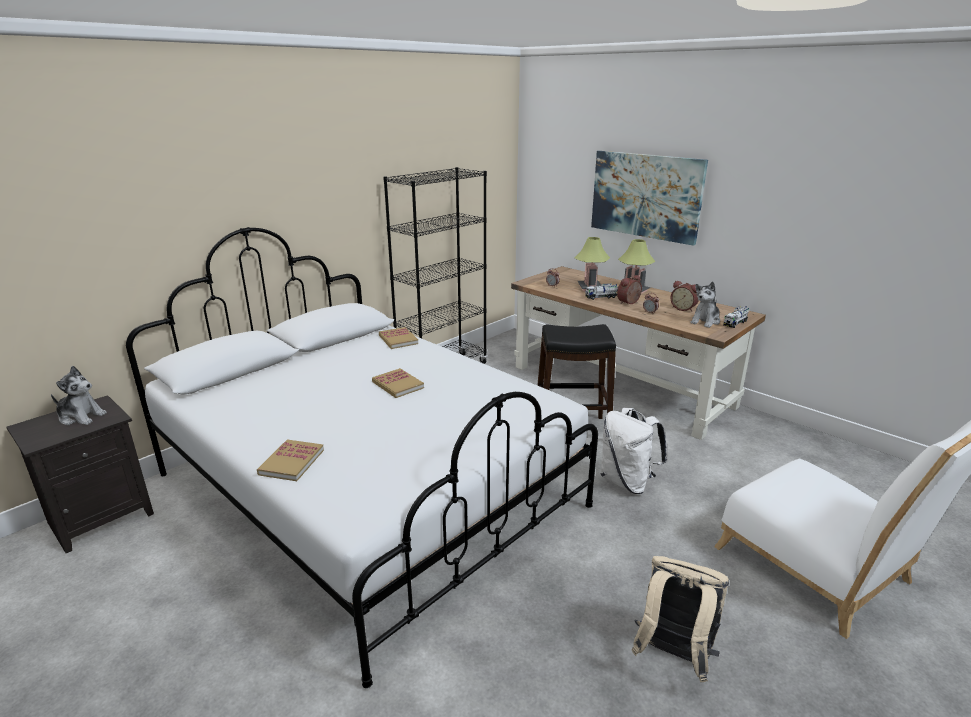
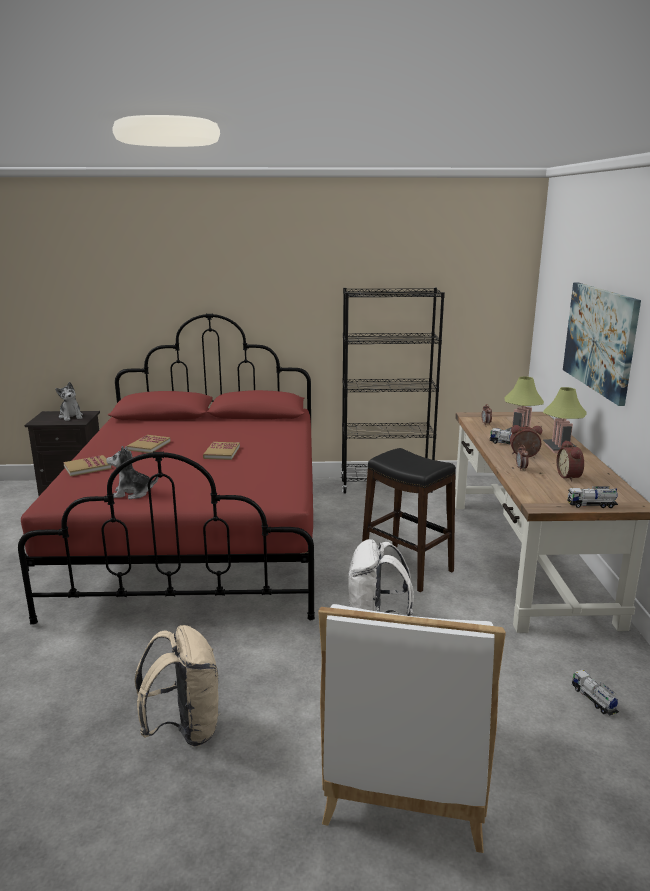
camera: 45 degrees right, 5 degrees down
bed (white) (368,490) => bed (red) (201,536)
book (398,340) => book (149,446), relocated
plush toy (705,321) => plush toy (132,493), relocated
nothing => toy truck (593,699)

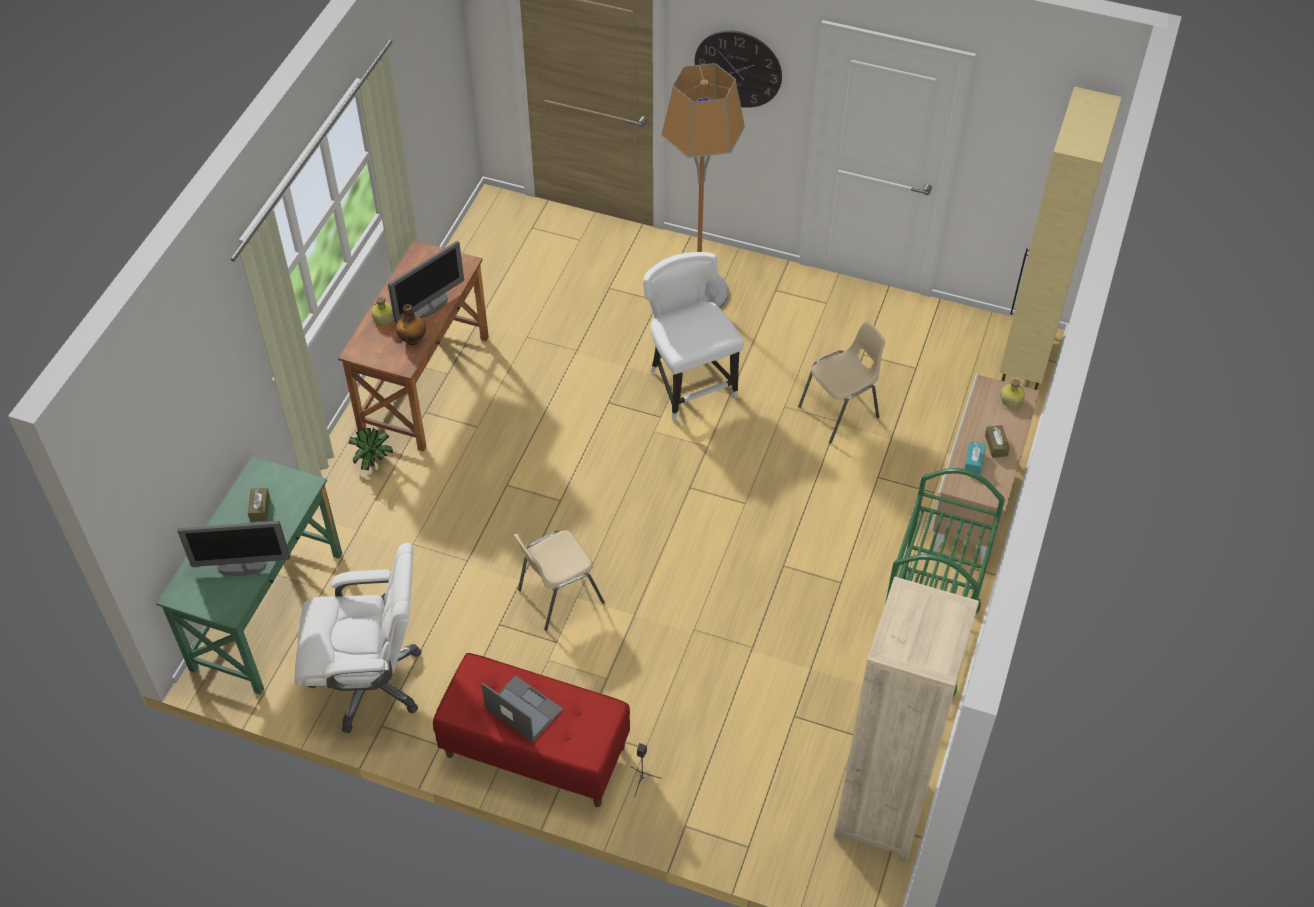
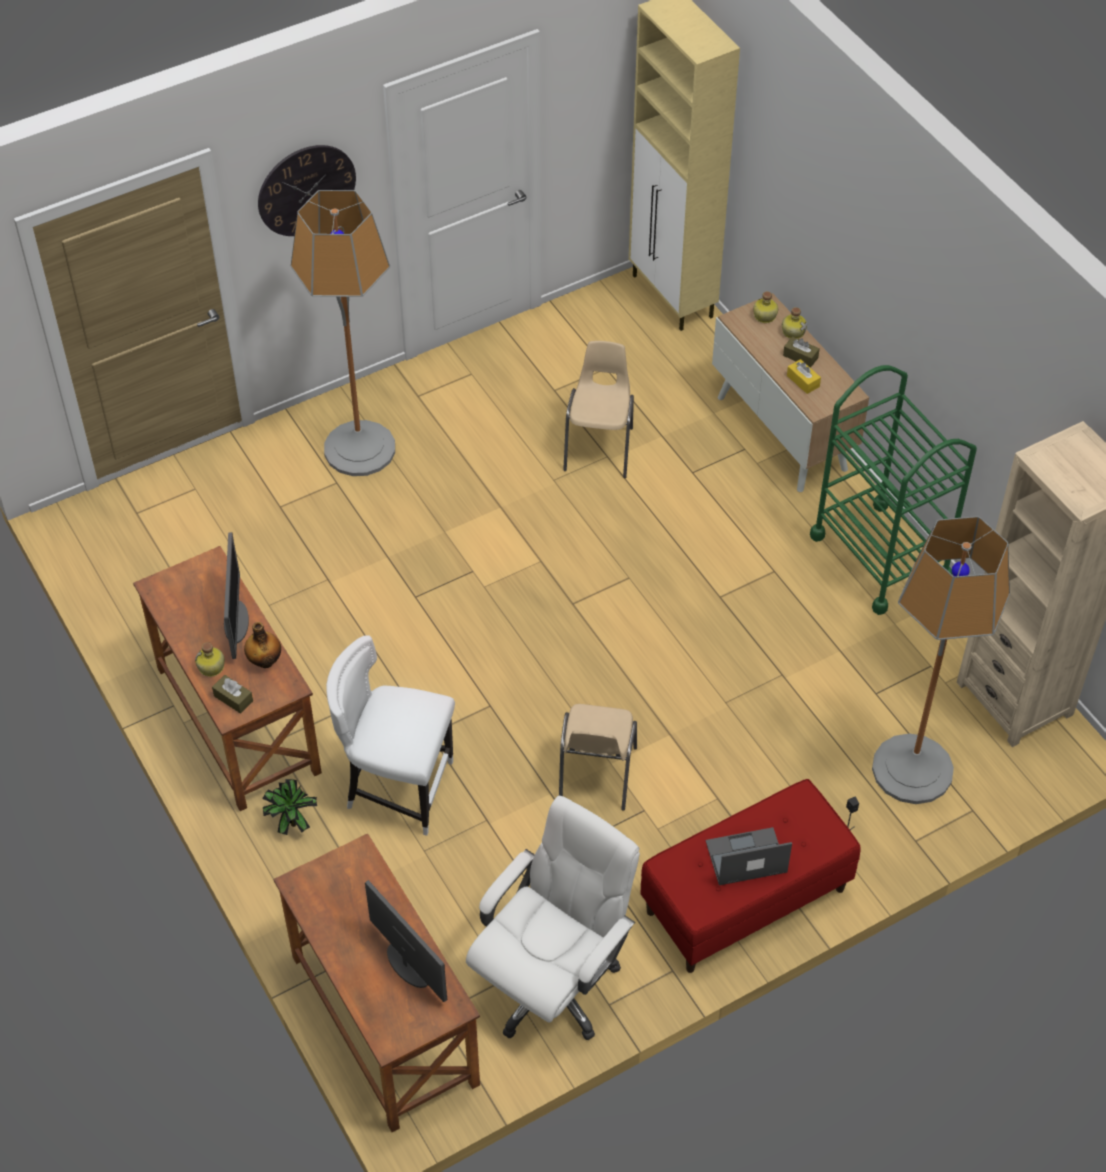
camera: 50 degrees left, 0 degrees up
desk (green) (267,610) => desk (brown) (383,1020)
monitor (242,566) => monitor (408,965), 75 degrees counterclockwise
tissue box (brown) (260,508) => tissue box (brown) (233,698), relocated
chair (white) (690,384) => chair (white) (397,787), relocated
tissue box (turquoise) (974,461) => tissue box (yellow) (803,381)
nothing => bottle (793,331)
nothing => floor lamp (912,770)

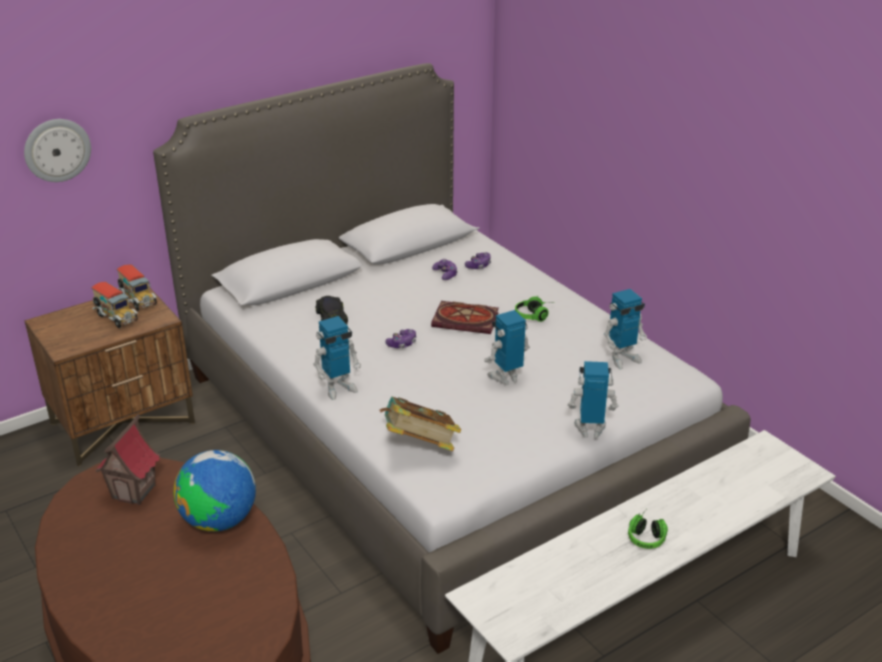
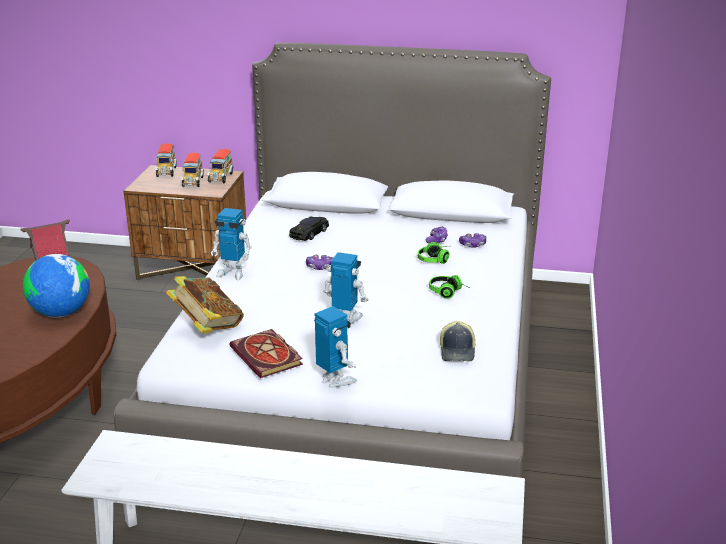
camera: 45 degrees right, 5 degrees down
wall clock (57,150) => nothing
book (467,320) => book (268,357), relocated
toy robot (622,358) => cap (458,351)
headphones (647,535) => headphones (436,259), relocated
nothing => toy truck (166,172)

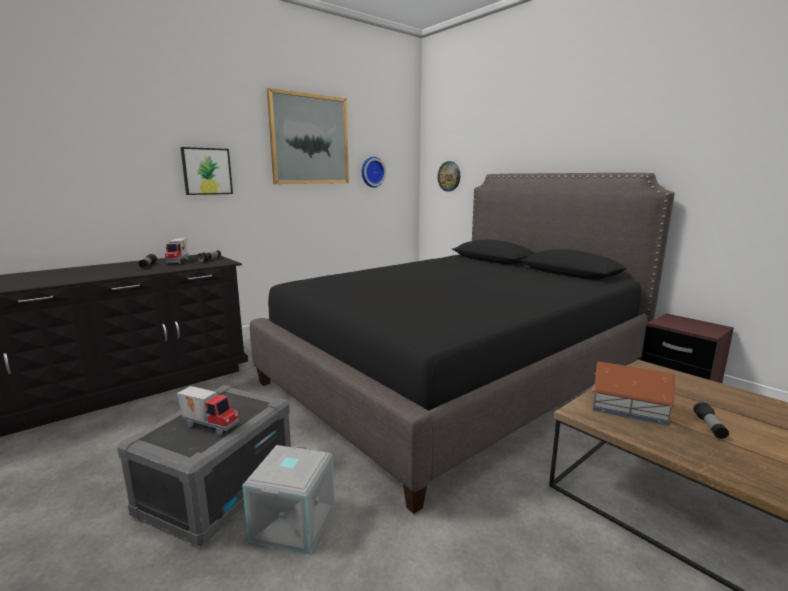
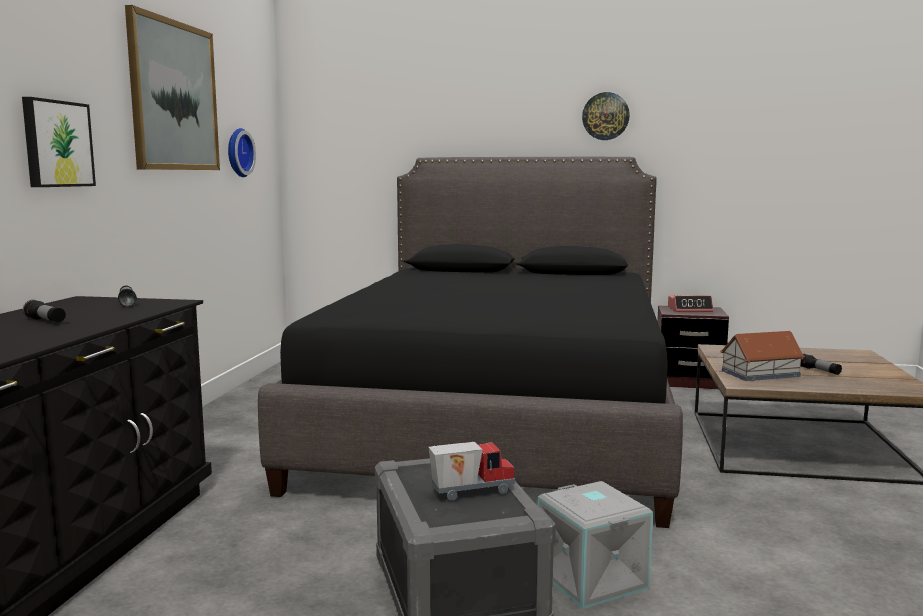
camera: 40 degrees left, 5 degrees down
toy truck (178,261) => nothing
wall clock (449,176) => wall clock (605,116), relocated
nothing => alarm clock (690,309)

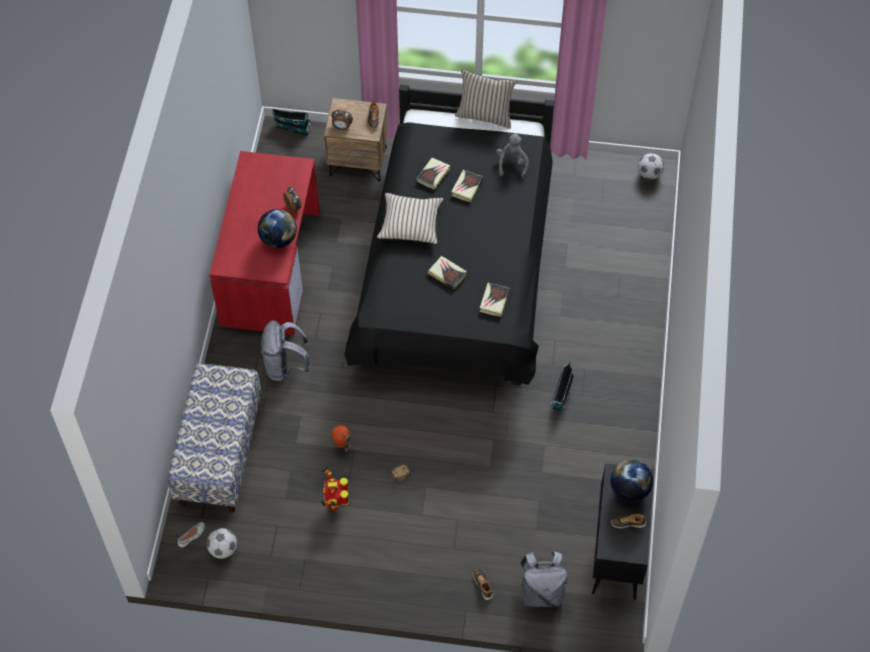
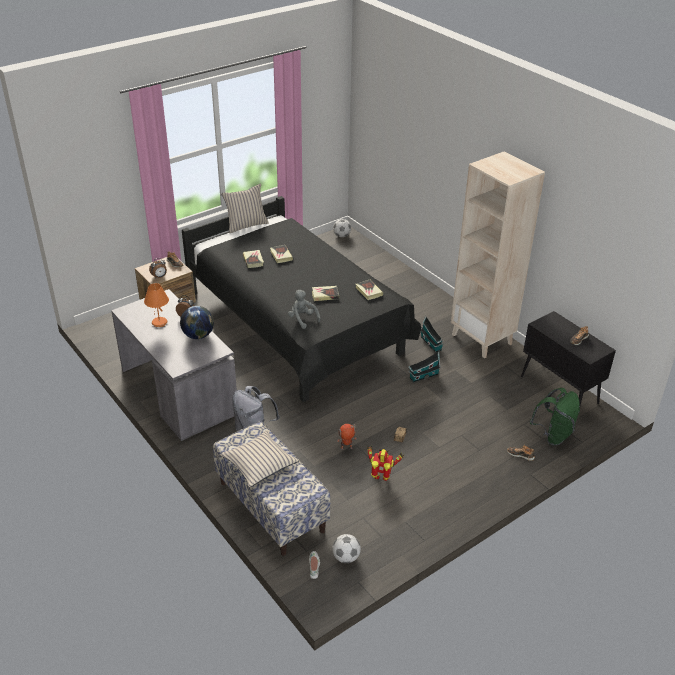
camera: 45 degrees left, 20 degrees down
desk (red) (270,267) => desk (grey) (177,391)
toy house (292,127) => toy house (423,376), relocated
toy robot (335,503) => toy robot (381,478), 150 degrees clockwise
pillow (beige) (410,223) => pillow (beige) (259,463), relocated
plush toy (grey) (512,164) => plush toy (grey) (302,319), relocated
backpack (grey) (541,592) => backpack (green) (553,435)
globe (629,490) => nothing
nothing => table lamp (orange) (159,323)
nothing => bookcase (beige) (482,339)

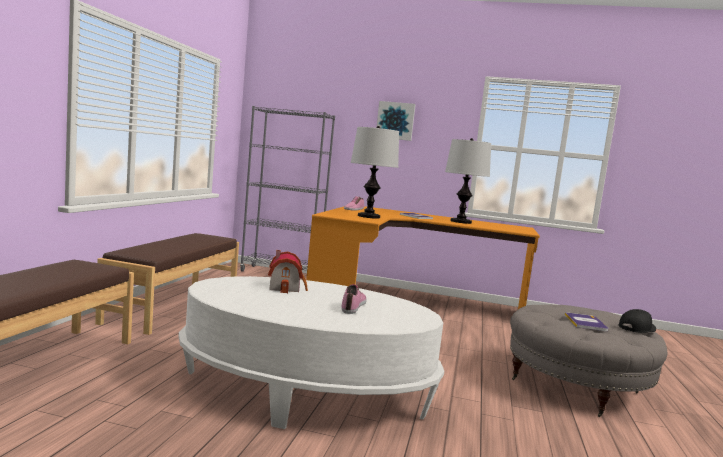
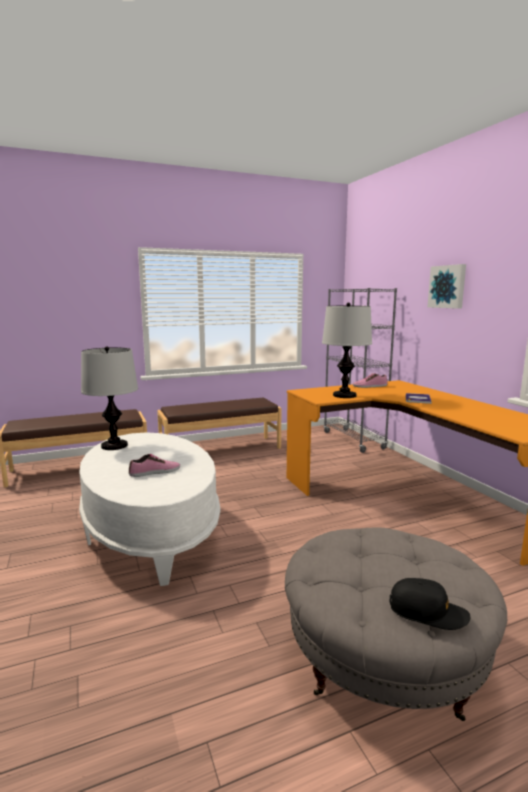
camera: 55 degrees right, 5 degrees up
toy house (287,287) => nothing
table lamp (461,221) => table lamp (115,446), relocated
book (585,322) => nothing

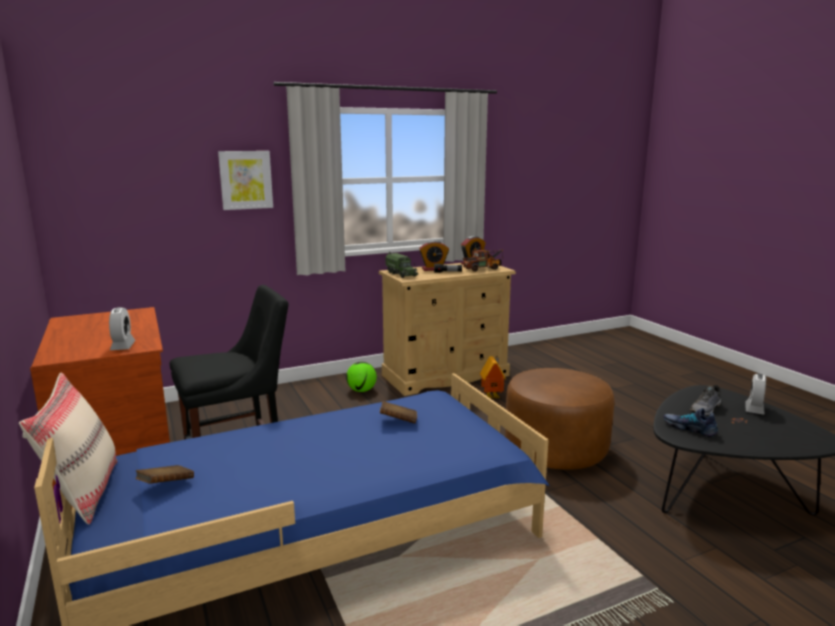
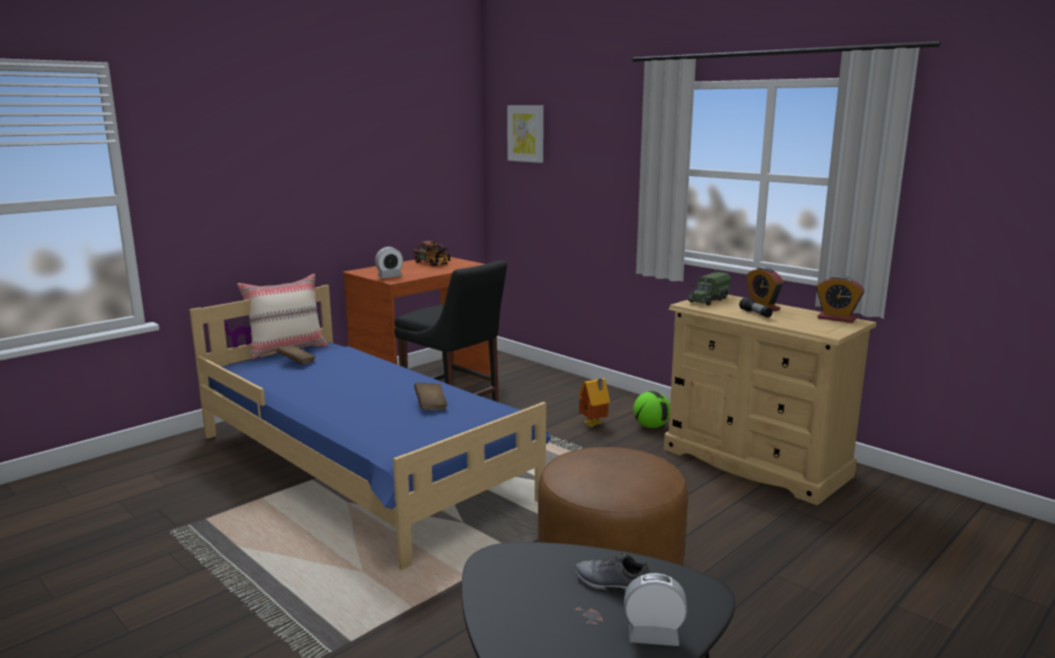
camera: 70 degrees right, 0 degrees up
picture (246,180) => picture (526,133), relocated
toy truck (484,269) => toy truck (433,263), relocated
toy house (493,397) => toy house (594,425), relocated
shoe (689,428) => nothing

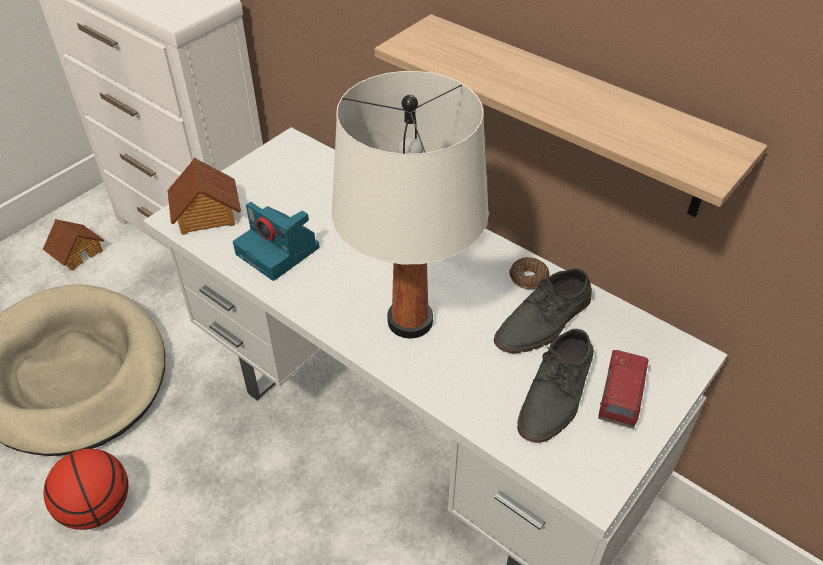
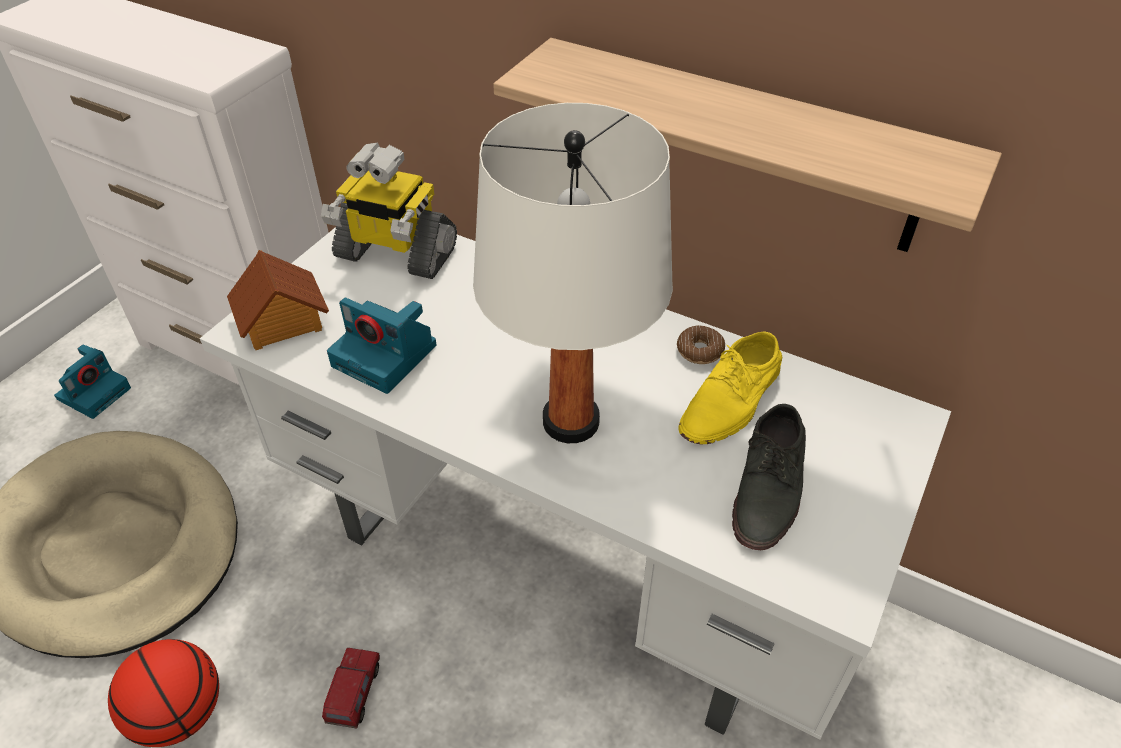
camera: 10 degrees left, 0 degrees up
toy house (77,253) => photo camera (95,392)
shoe (grey) (544,321) => shoe (yellow) (732,400)
toy truck (619,400) => toy truck (355,695), relocated
nothing => toy robot (394,254)

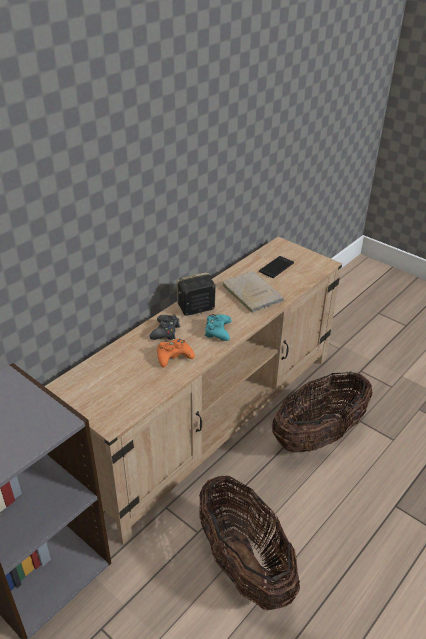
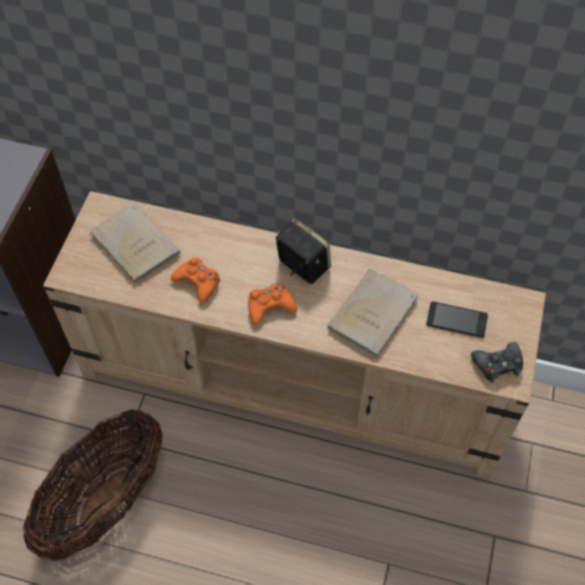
camera: 65 degrees right, 20 degrees up
game controller (black) (165,331) => game controller (black) (498,364), relocated
game controller (turquoise) (217,331) => game controller (orange) (270,307)
basket (318,436) => nothing
nothing => book (beige) (133,243)

